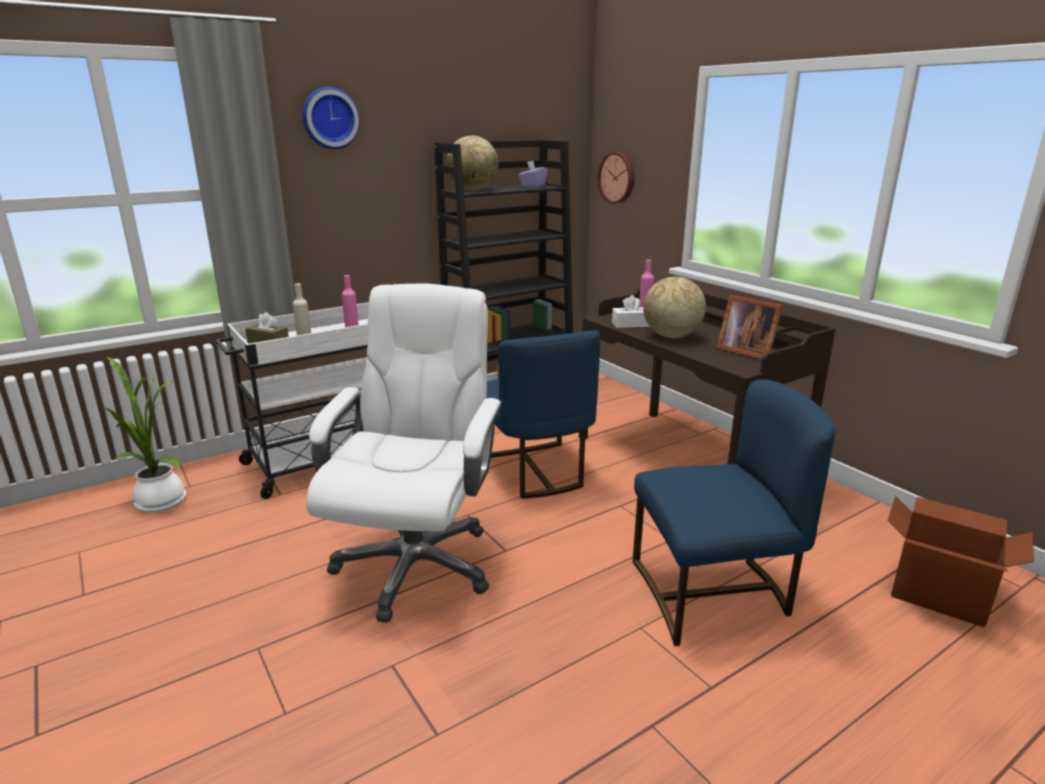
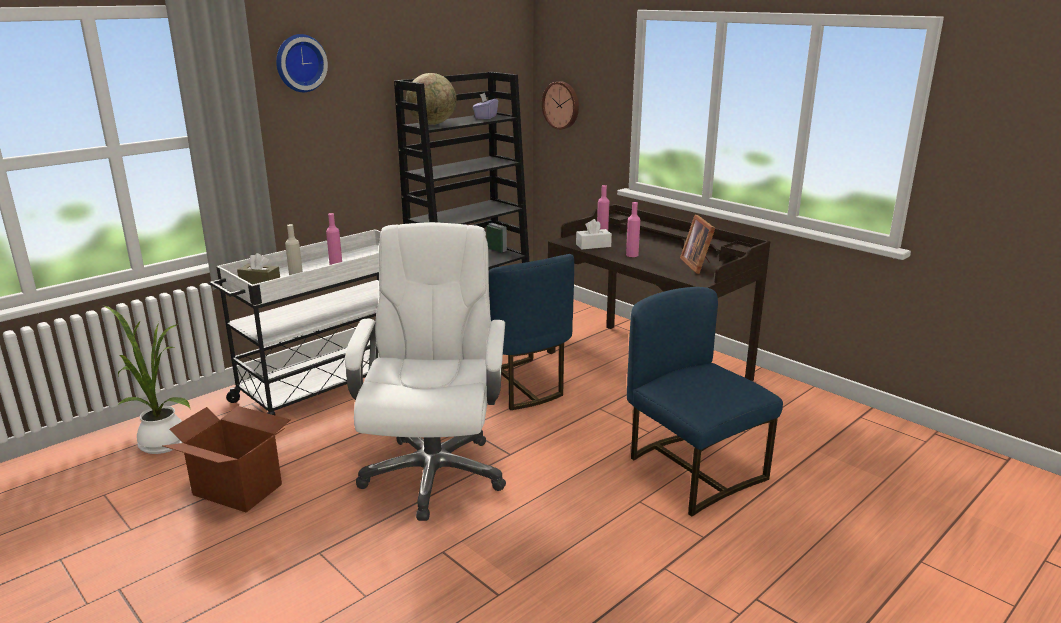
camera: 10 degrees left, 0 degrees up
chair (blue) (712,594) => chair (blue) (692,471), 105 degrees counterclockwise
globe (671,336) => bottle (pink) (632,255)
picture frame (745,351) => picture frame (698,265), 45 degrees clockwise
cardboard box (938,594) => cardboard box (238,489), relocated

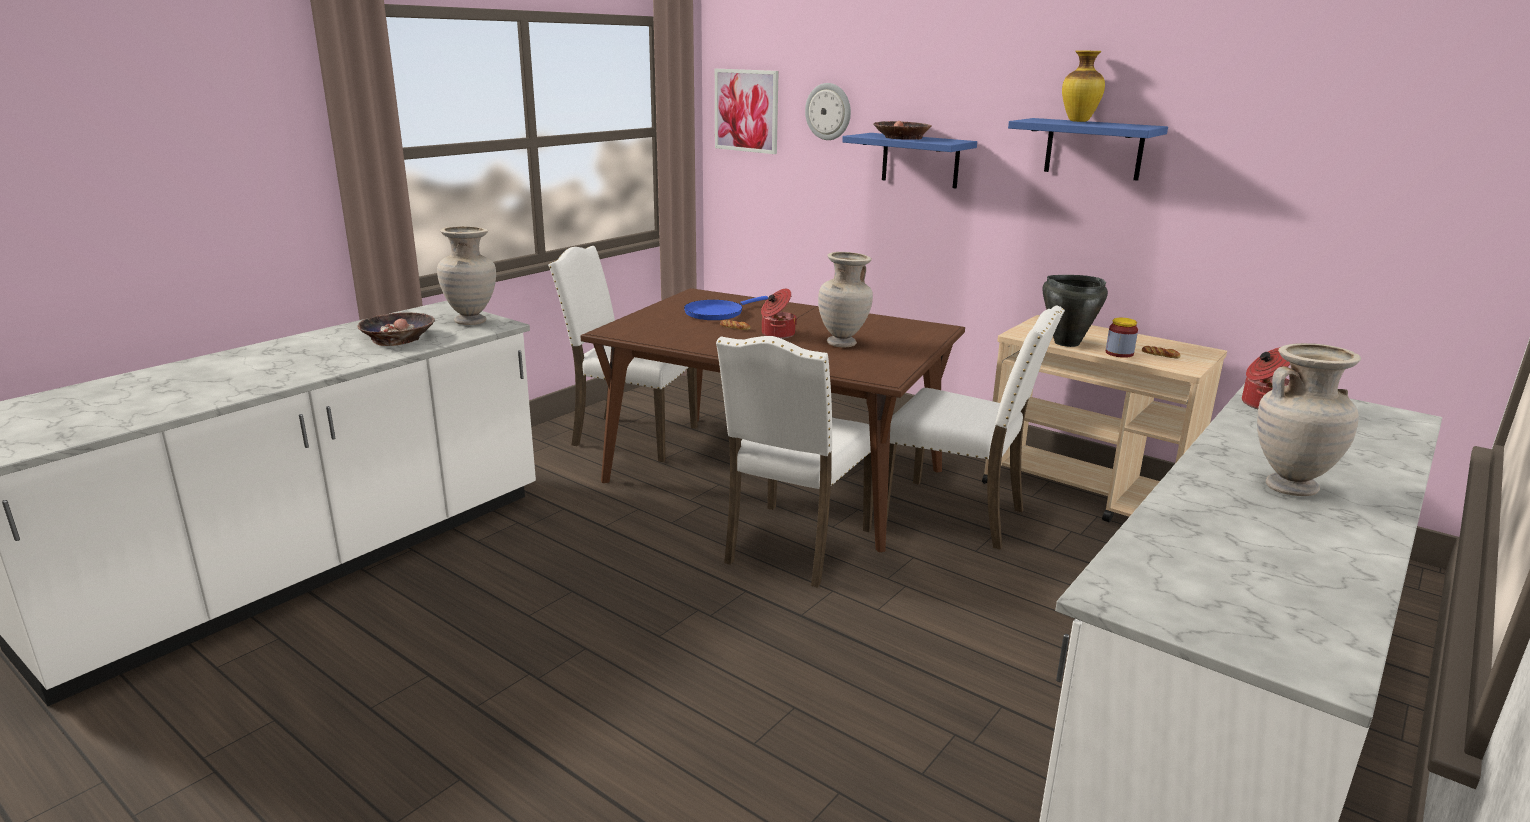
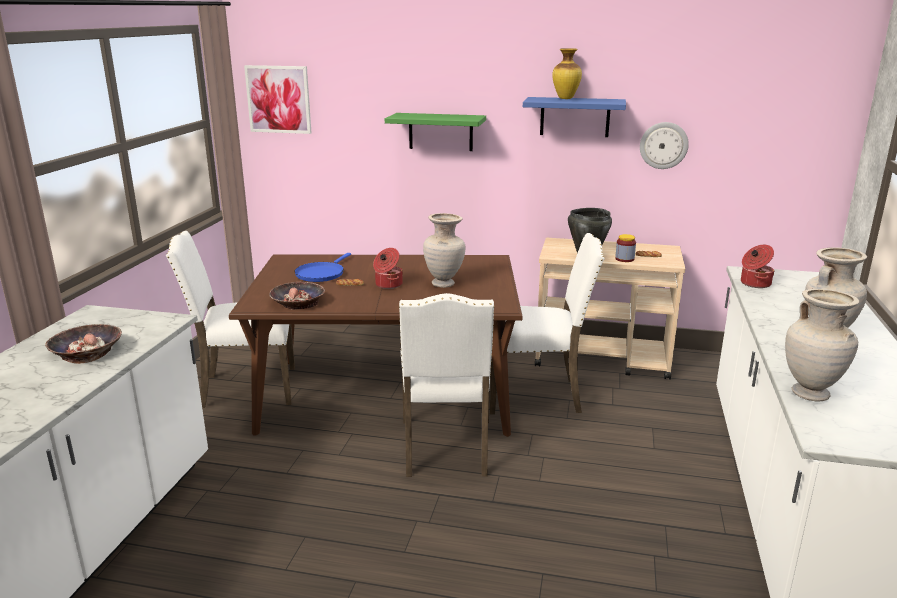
camera: 25 degrees left, 0 degrees up
vase (beige) (472,322) => vase (beige) (810,394), relocated
wall clock (828,111) => wall clock (663,145), relocated
shelf (blue) (920,160) => shelf (green) (440,132)
bowl (901,137) => bowl (298,302), relocated

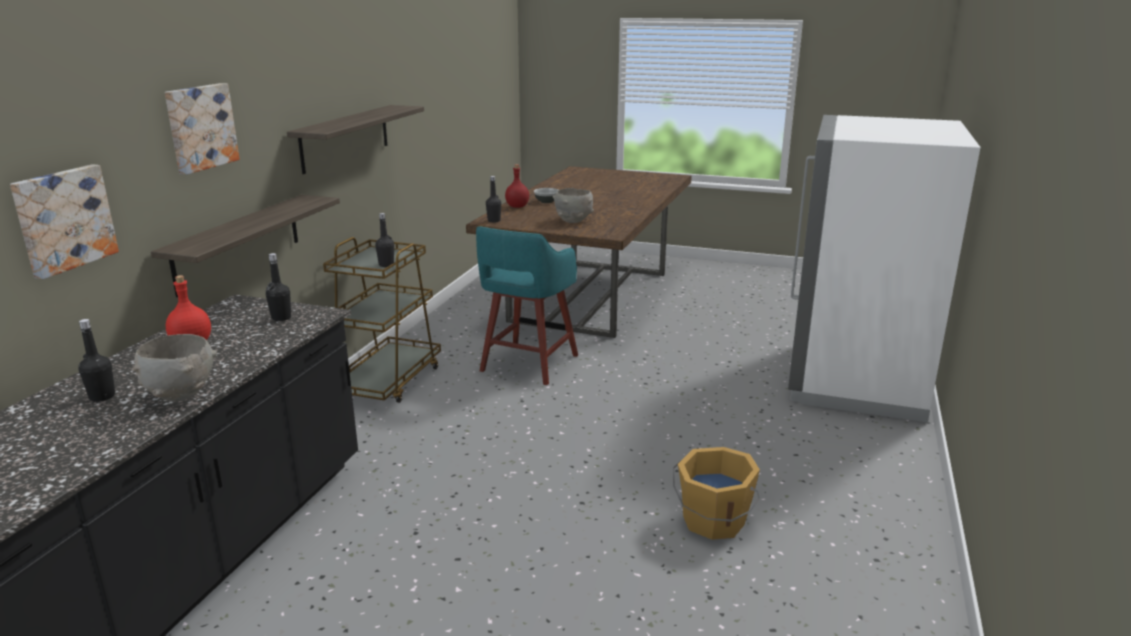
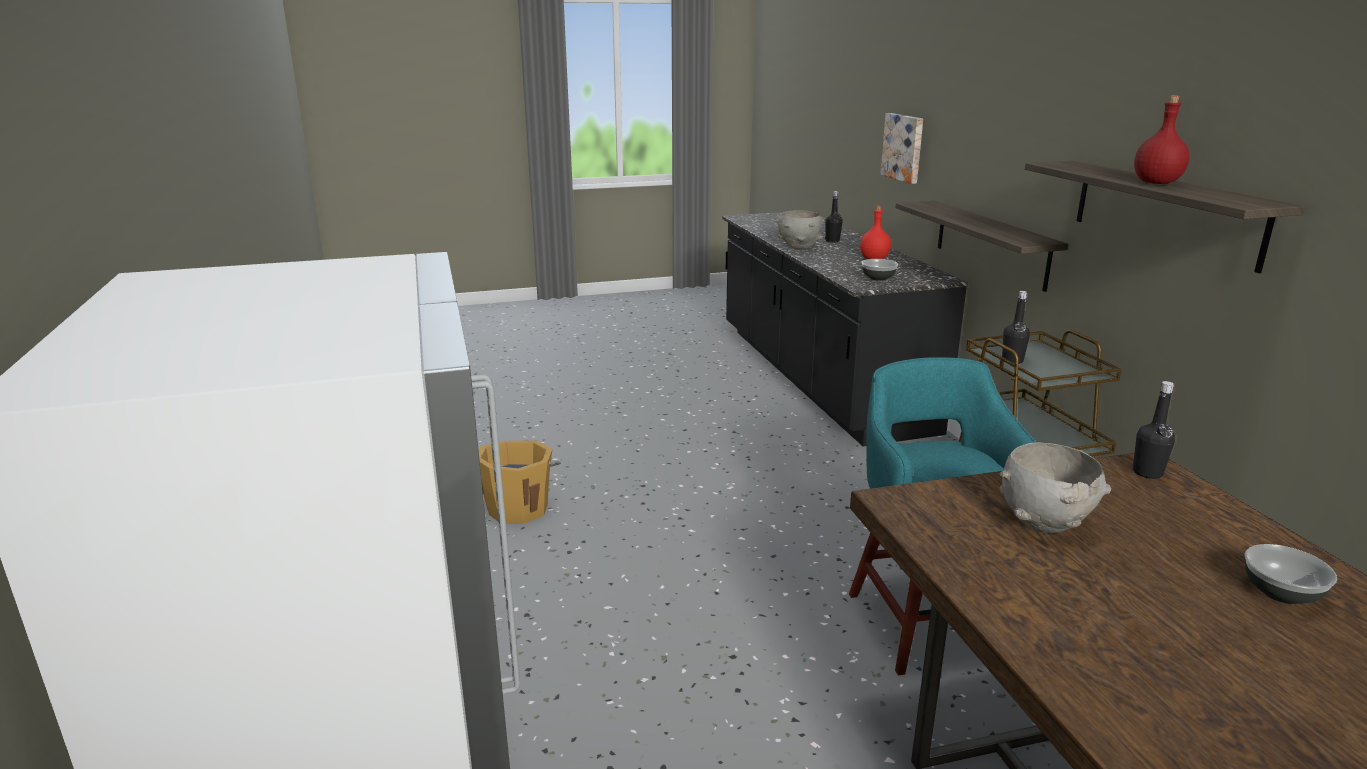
camera: 145 degrees right, 0 degrees up
picture (200,127) => nothing
bottle (black) (281,318) => bowl (877,278)
bottle (red) (517,206) => bottle (red) (1156,183), relocated

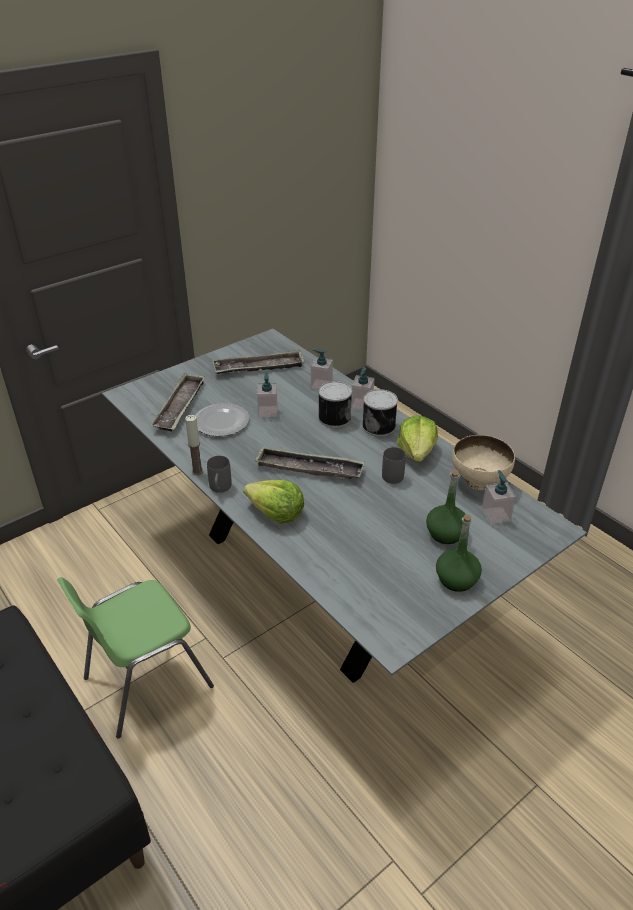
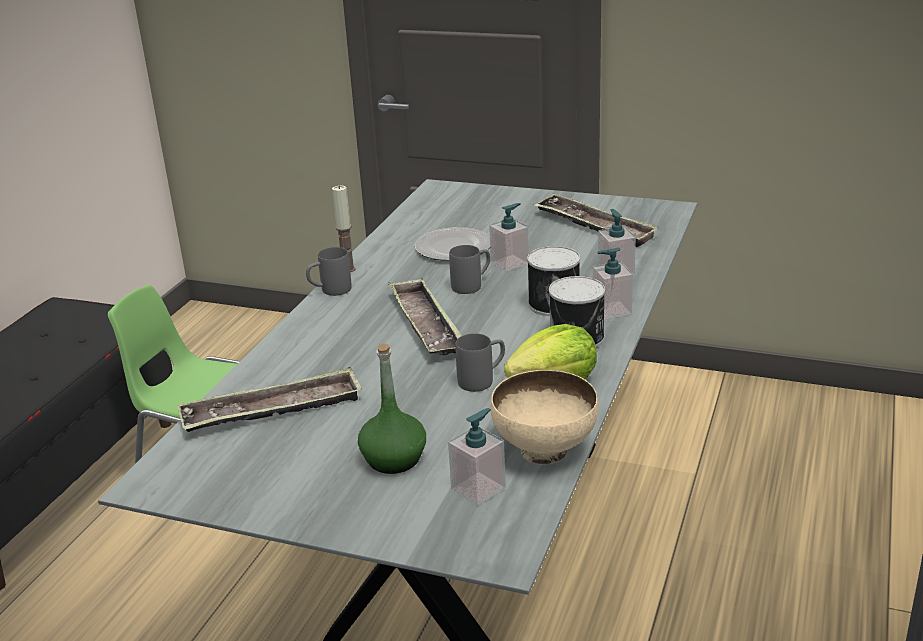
camera: 60 degrees right, 10 degrees down
tray (180,406) => tray (272,410), relocated
lettuce (276,513) => nothing
bottle (green) (457,579) => nothing
nothing => mug (grey) (472,285)

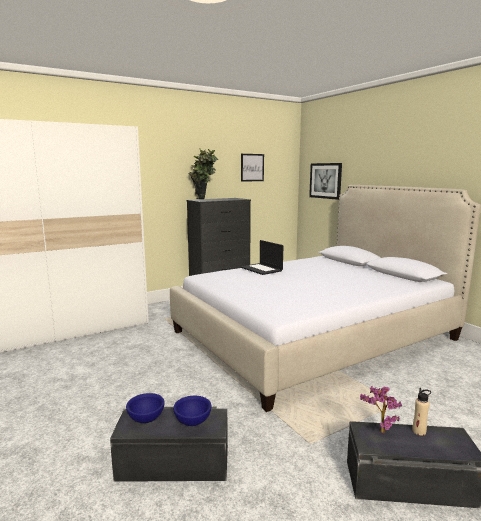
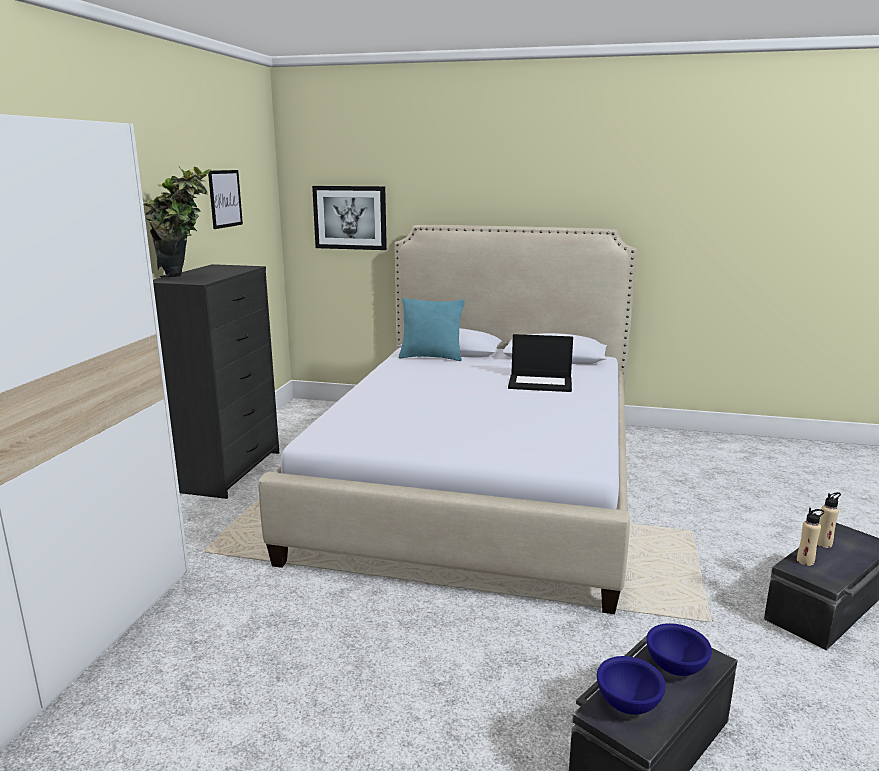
camera: 45 degrees left, 5 degrees up
laptop (262,269) => laptop (541,383), relocated
potted plant (379,430) => bottle (beige) (805,561)
nothing => pillow (turquoise) (431,357)

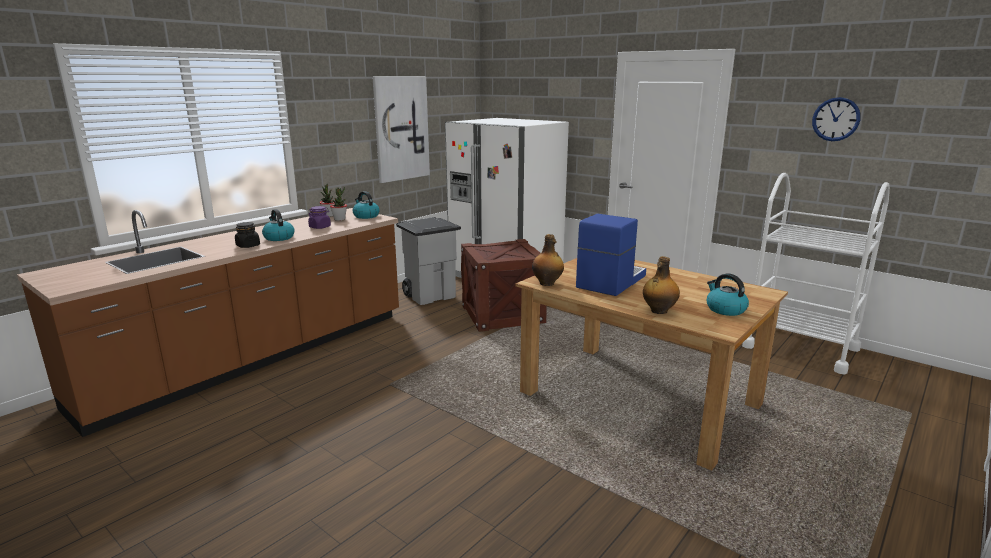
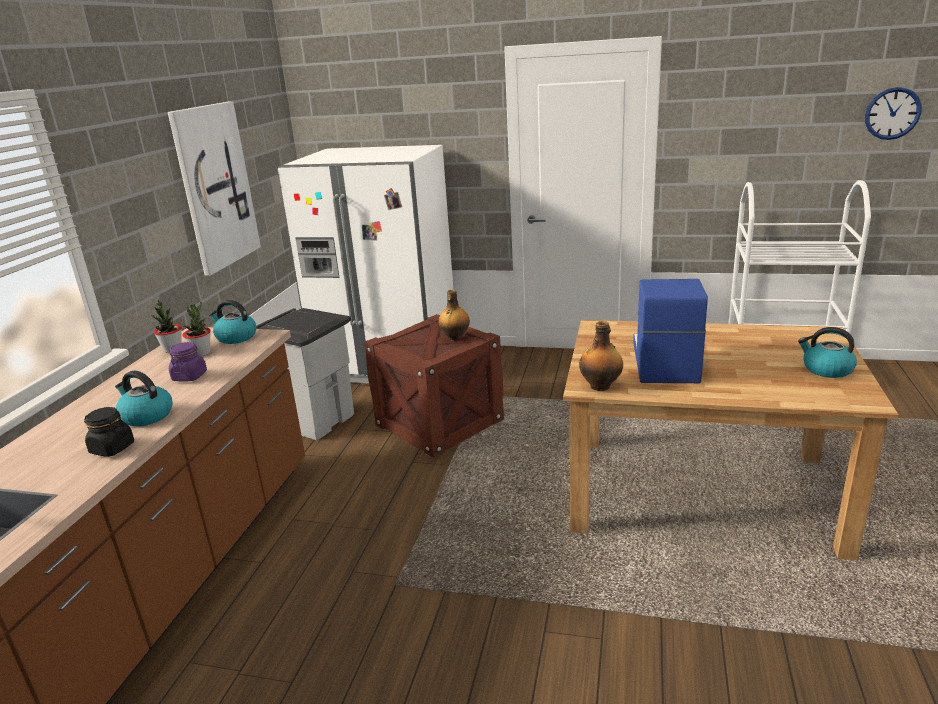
camera: 25 degrees left, 5 degrees up
bottle (658,311) => bottle (454,338), relocated
wall clock (836,119) => wall clock (892,113), relocated

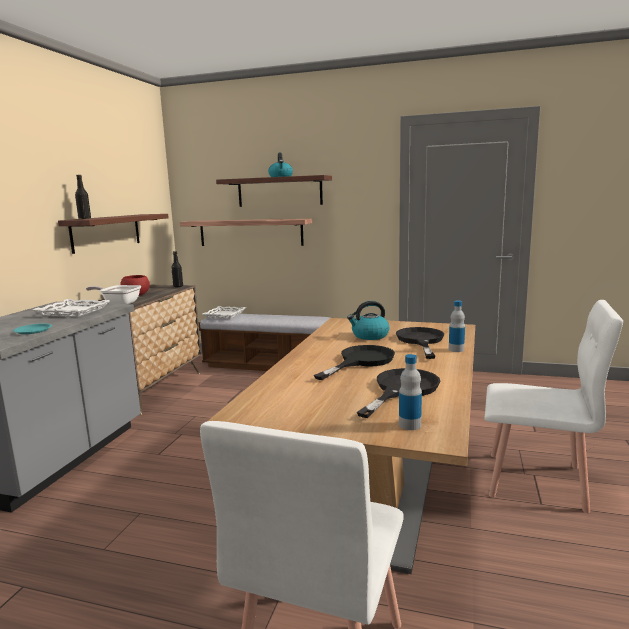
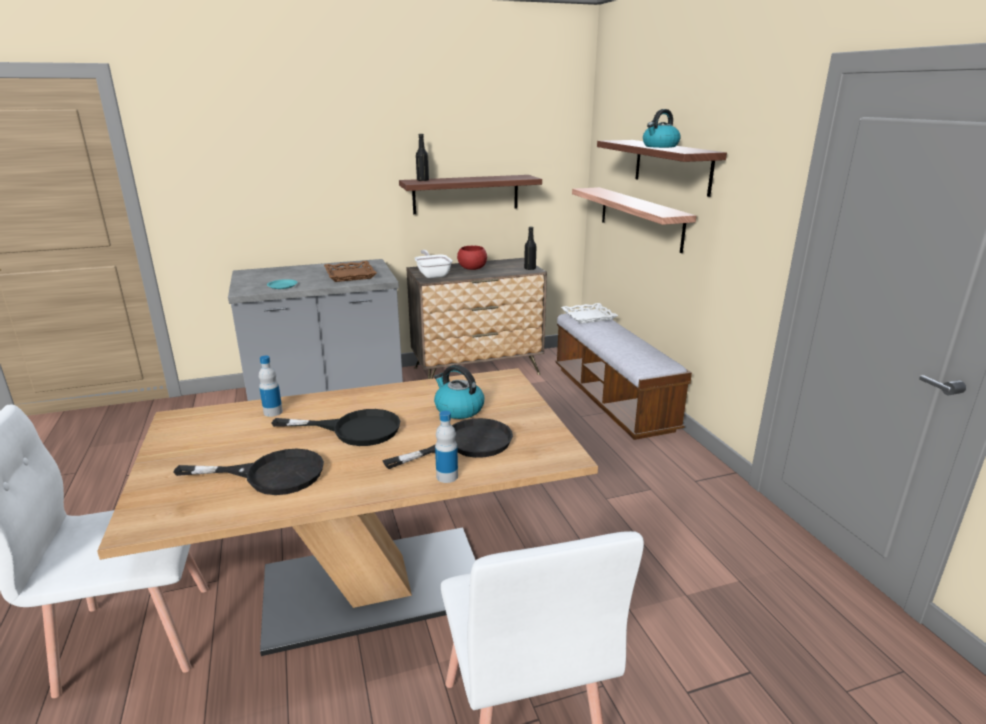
camera: 55 degrees right, 10 degrees up
tray (white) (73,312) => tray (brown) (349,275)
bottle (409,425) => bottle (273,412), relocated

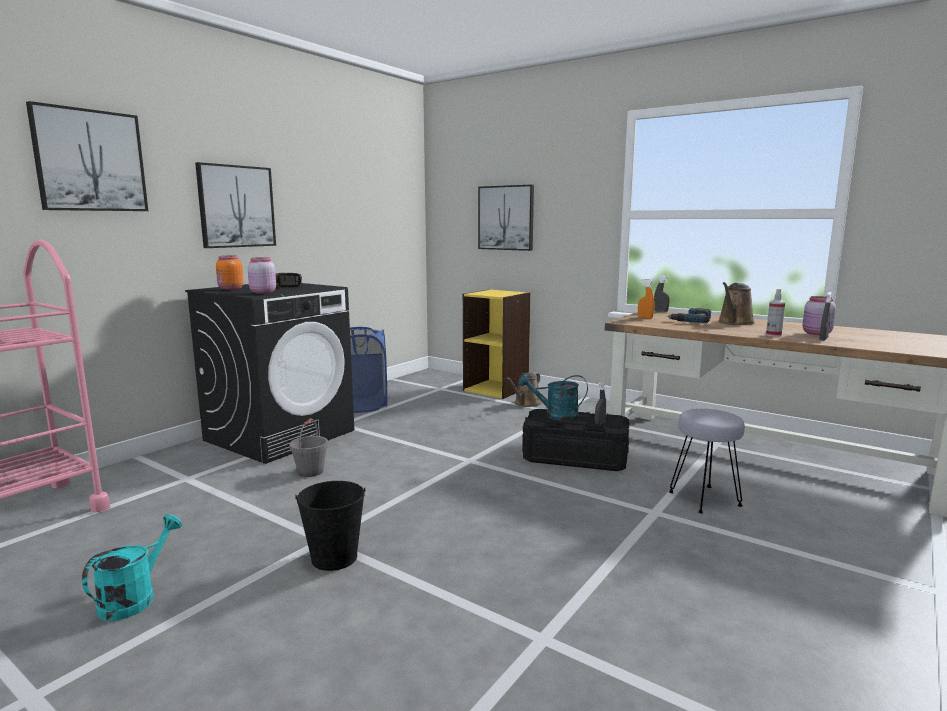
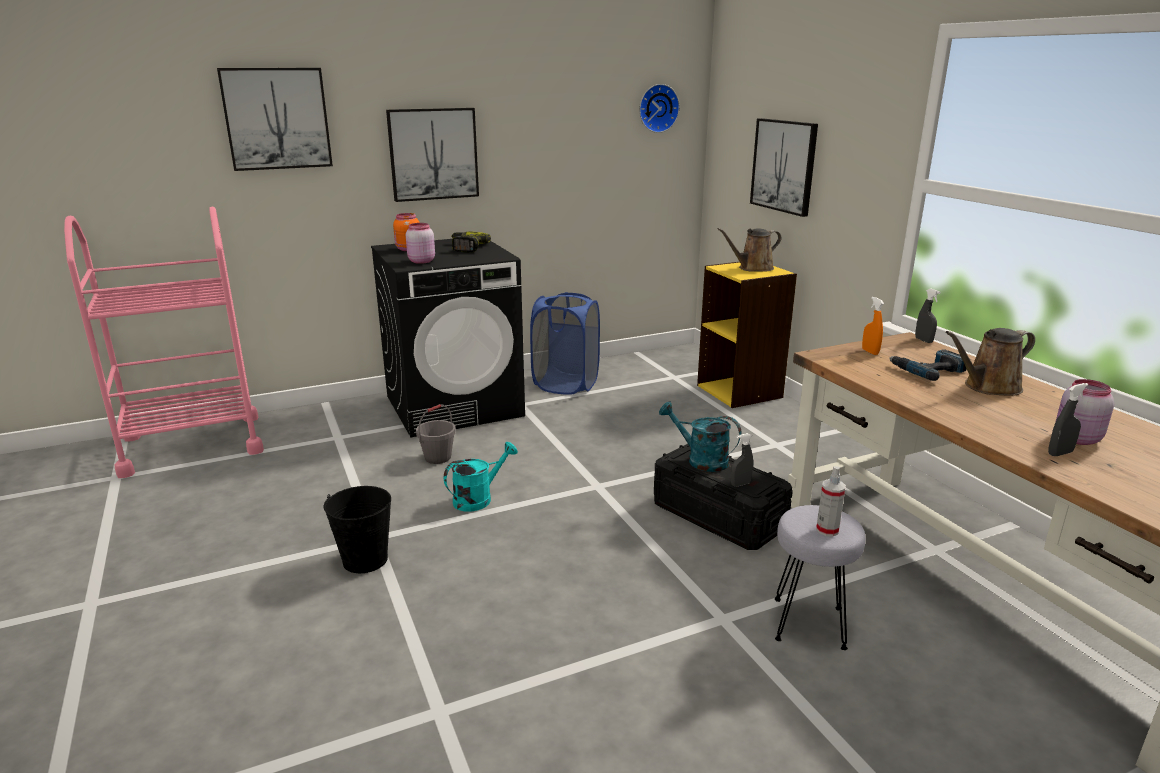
camera: 30 degrees right, 10 degrees up
watering can (turquoise) (135,598) => watering can (turquoise) (478,498), relocated
watering can (brown) (526,404) => watering can (brown) (753,268), relocated
spray bottle (773,335) => spray bottle (827,530), relocated
nothing => wall clock (657,108)

